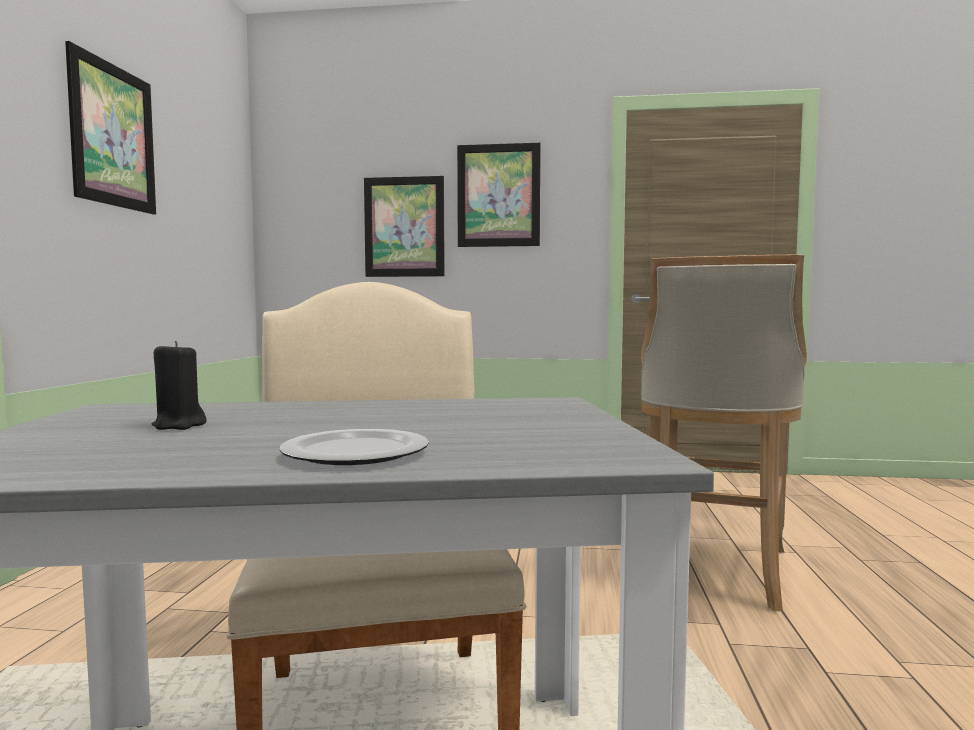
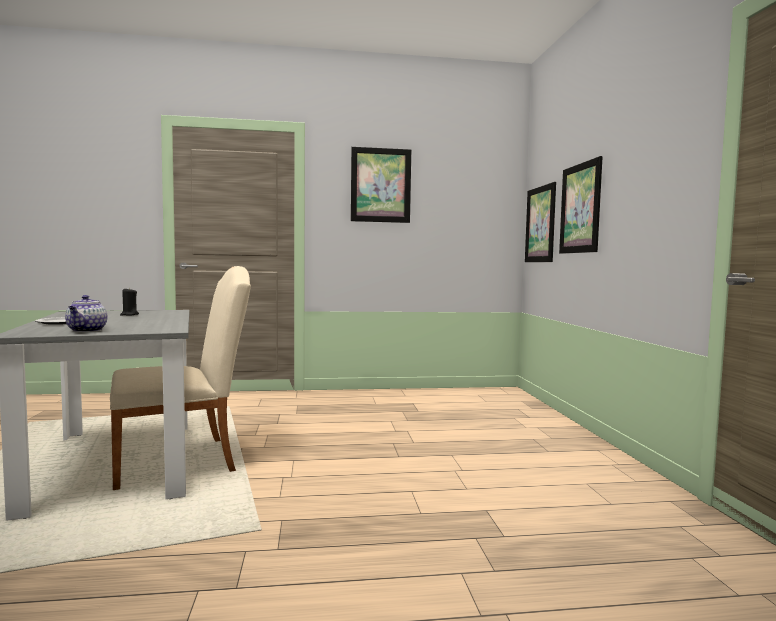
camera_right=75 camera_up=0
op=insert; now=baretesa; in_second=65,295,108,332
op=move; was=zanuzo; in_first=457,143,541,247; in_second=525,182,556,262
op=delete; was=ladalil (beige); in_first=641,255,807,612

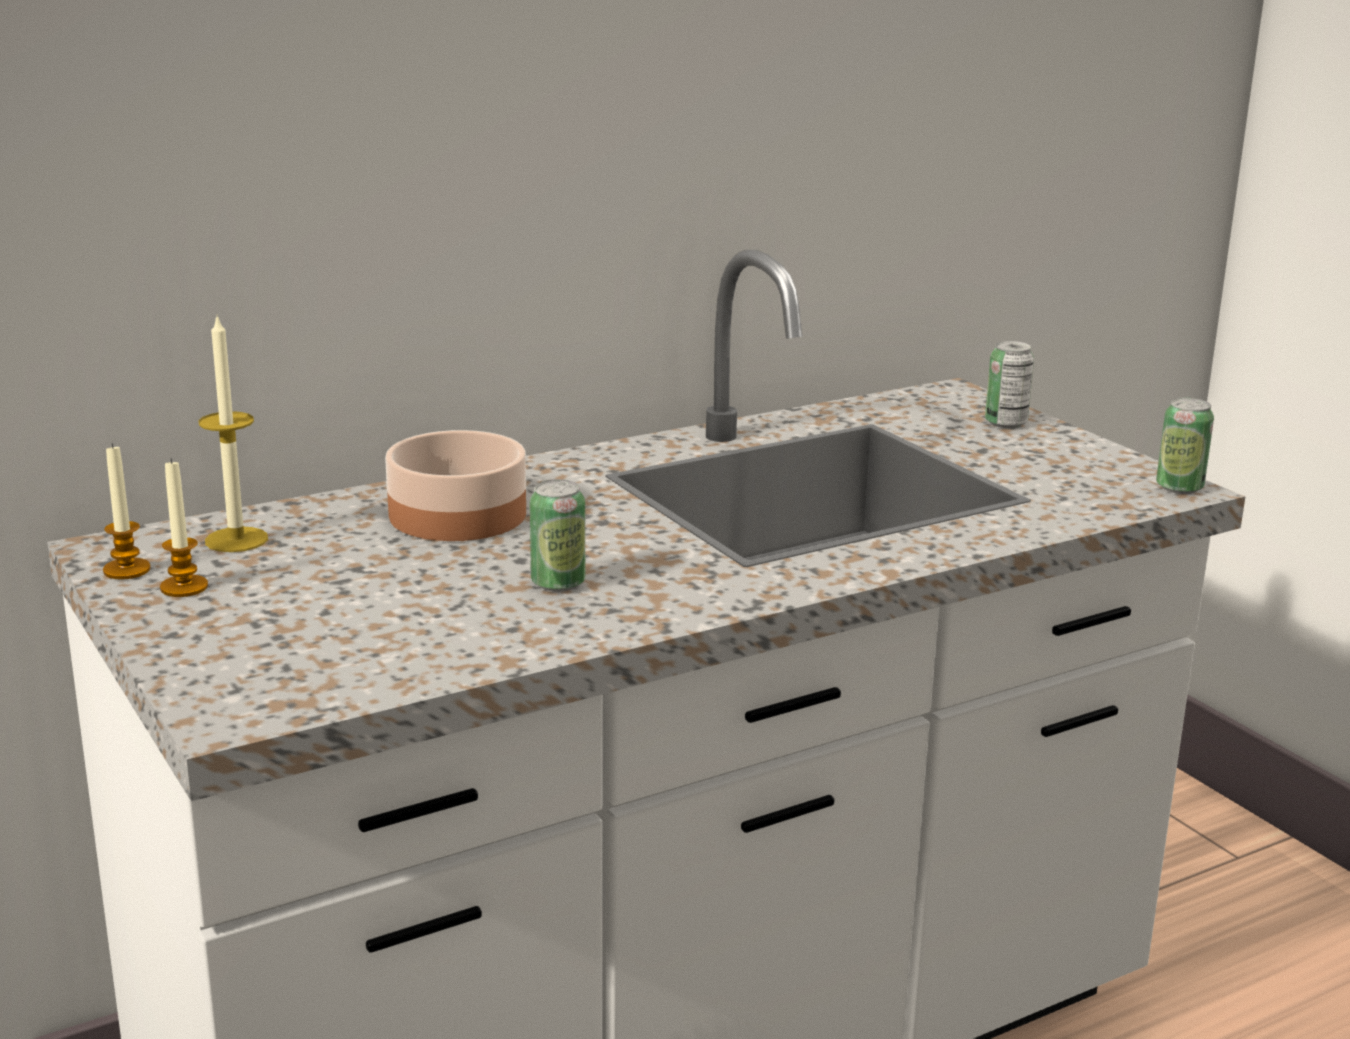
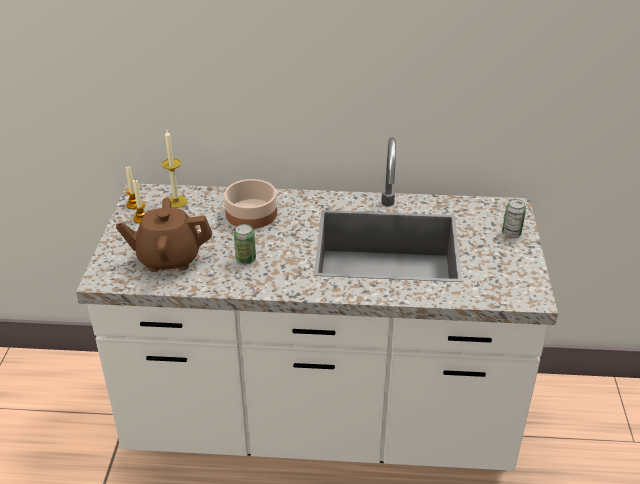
camera_right=35 camera_up=15
op=insert; now=baretesa (brown); in_second=116,198,212,272
op=delete; was=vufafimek; in_first=1156,398,1214,494

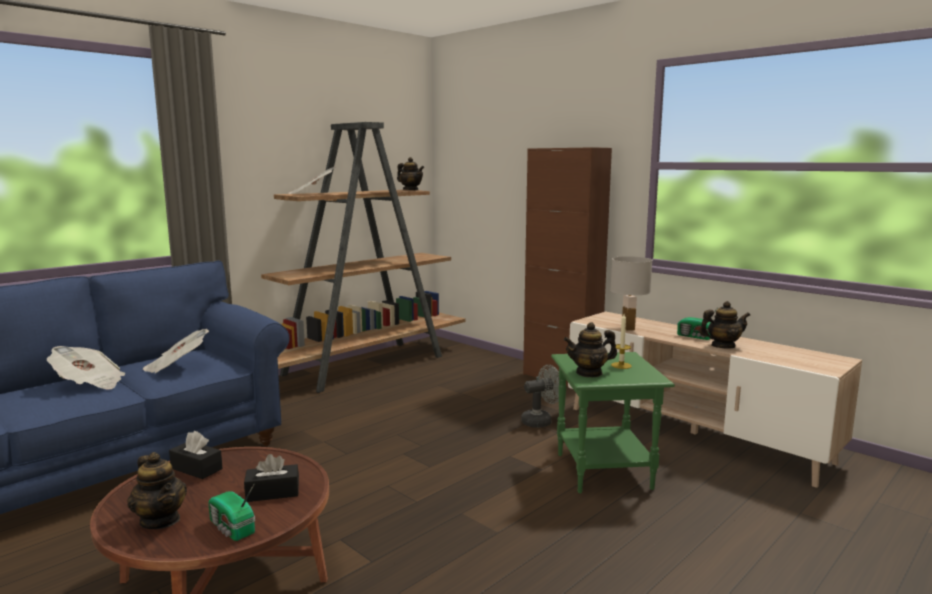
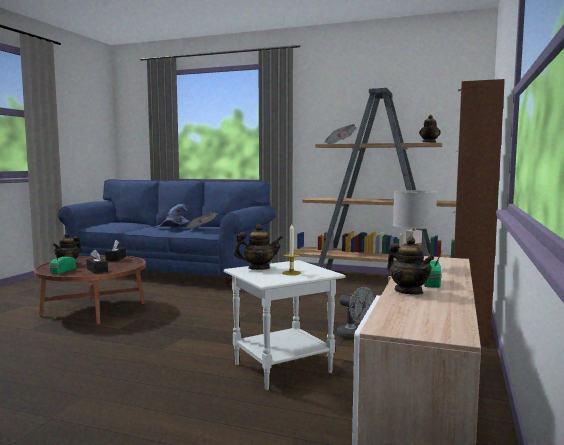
camera_right=65 camera_up=-5
op=replace; was=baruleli; now=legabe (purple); in_first=47,346,125,389; in_second=153,204,190,228
op=recolor; was=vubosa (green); now=vubosa (white); in_first=551,352,675,493; in_second=223,260,346,390
op=rotate; was=baretesa; in_first=564,322,617,377; in_second=234,224,283,270; clockwise=120

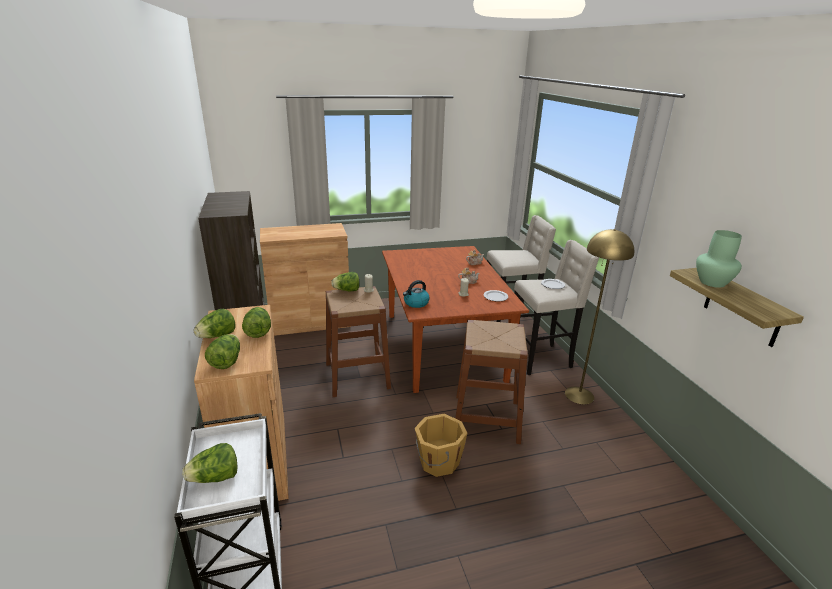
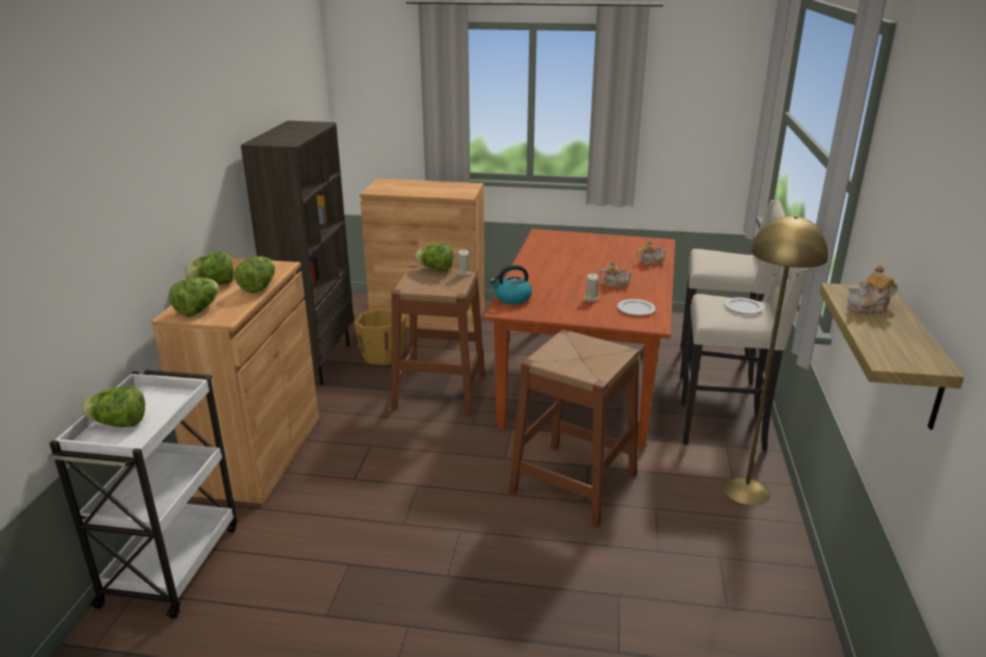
camera_right=25 camera_up=0
op=move; was=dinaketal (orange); in_first=415,414,467,477; in_second=354,309,406,365
op=replace; was=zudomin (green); now=baretesa; in_first=696,230,742,288; in_second=847,265,898,314

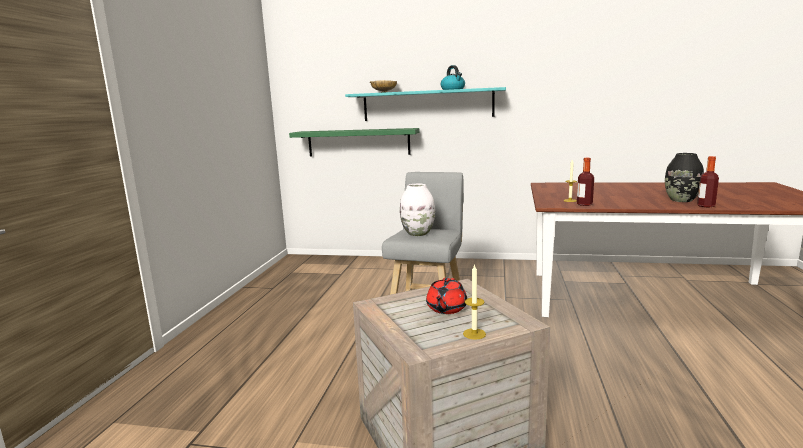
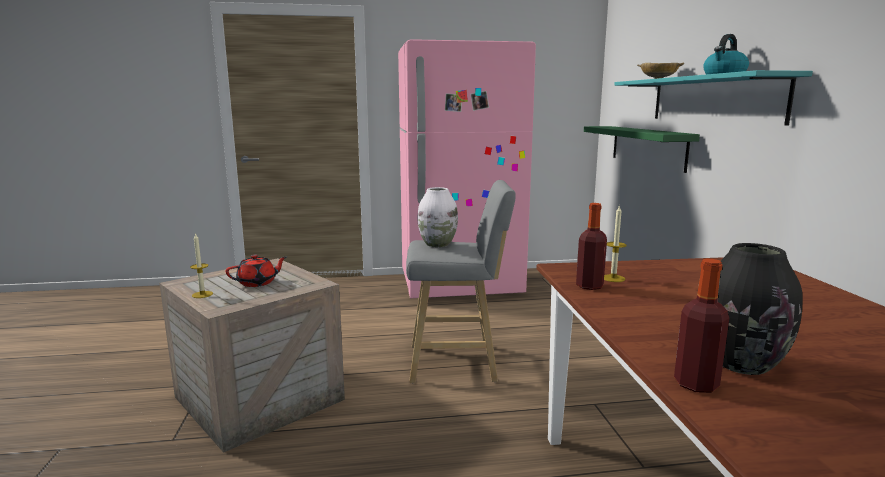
camera_right=70 camera_up=0
op=rotate; was=baretesa (red); in_first=426,278,467,314; in_second=226,255,286,287; clockwise=150
op=insert; now=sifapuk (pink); in_second=398,39,536,298

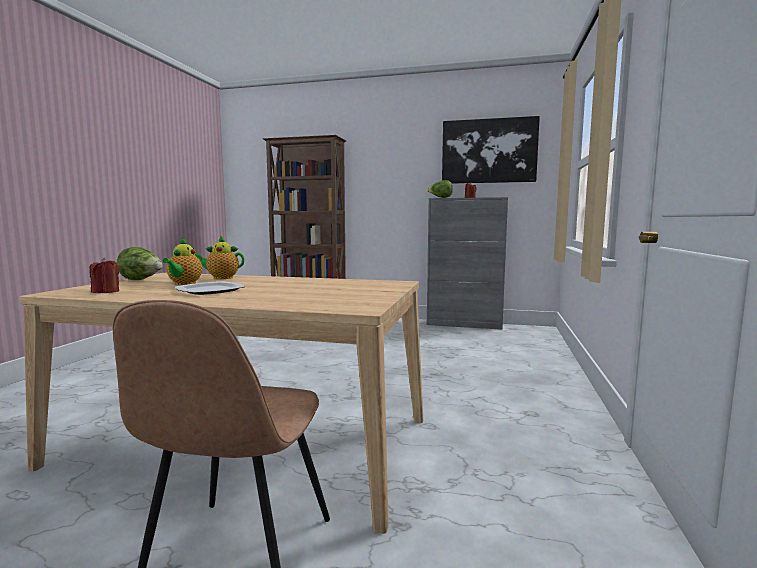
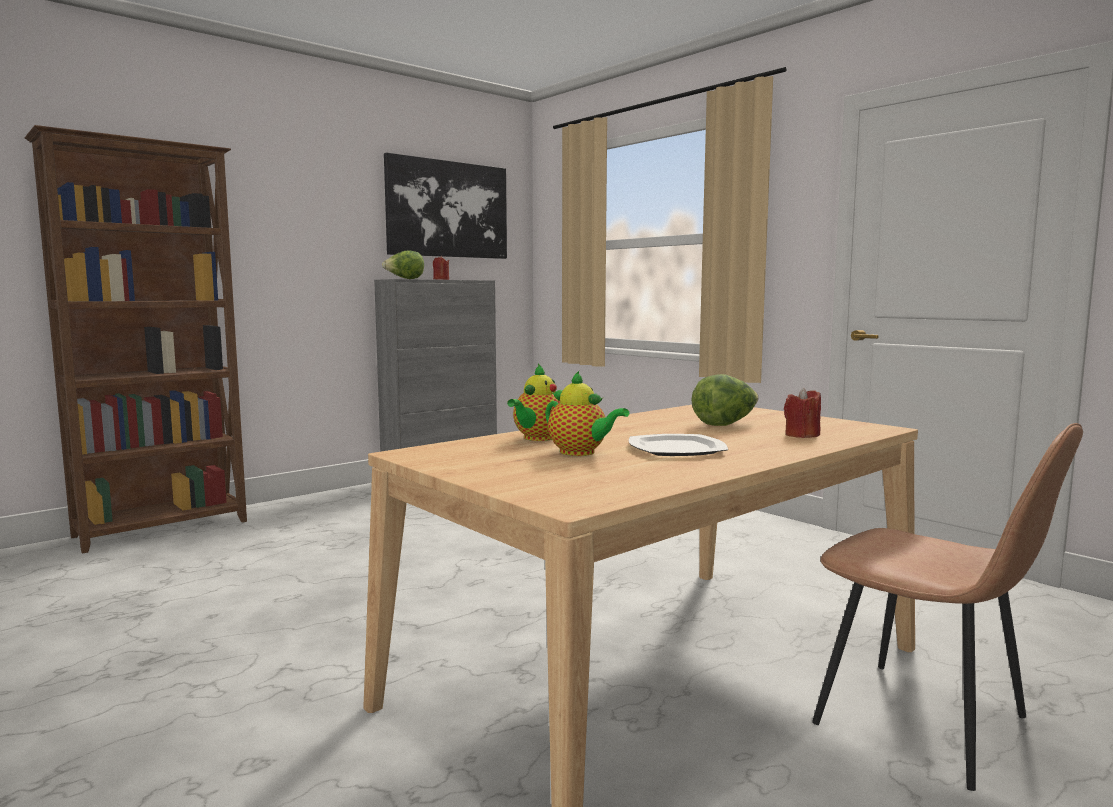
camera_right=-55 camera_up=0
op=move; was=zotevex; in_first=117,247,163,280; in_second=691,374,759,426
op=move; was=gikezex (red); in_first=89,258,119,293; in_second=784,388,821,438

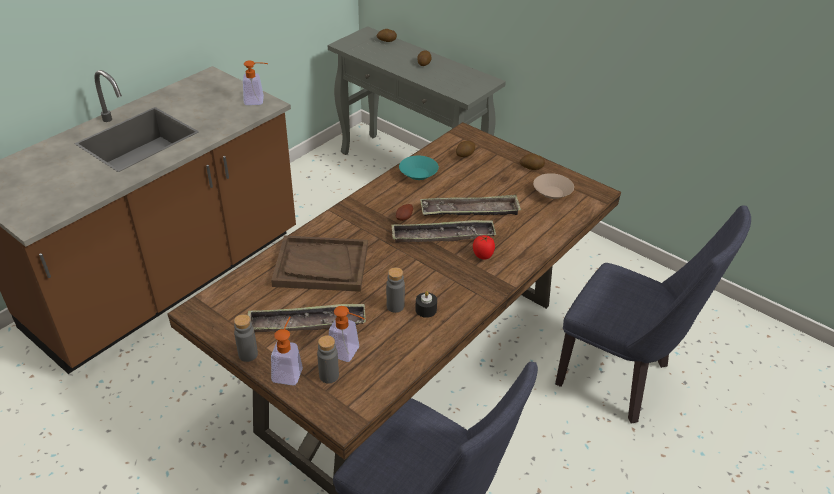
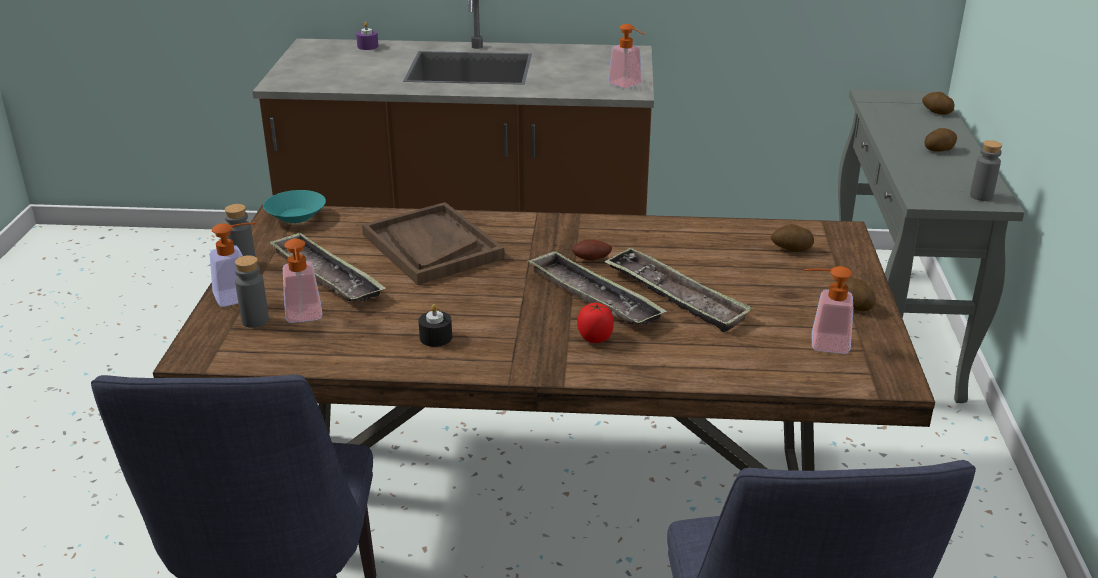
camera_right=55 camera_up=-10
op=move; was=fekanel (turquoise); in_first=399,156,439,180; in_second=263,190,326,223
op=insert; now=gikezex (purple); in_second=356,22,378,50
op=replace; was=fekanel (beige); now=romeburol; in_first=533,173,574,199; in_second=804,266,853,354
op=move; was=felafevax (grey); in_first=386,267,405,313; in_second=970,140,1002,201

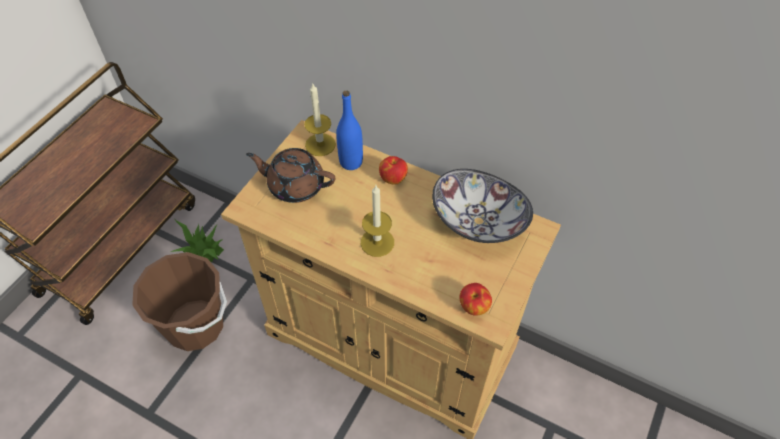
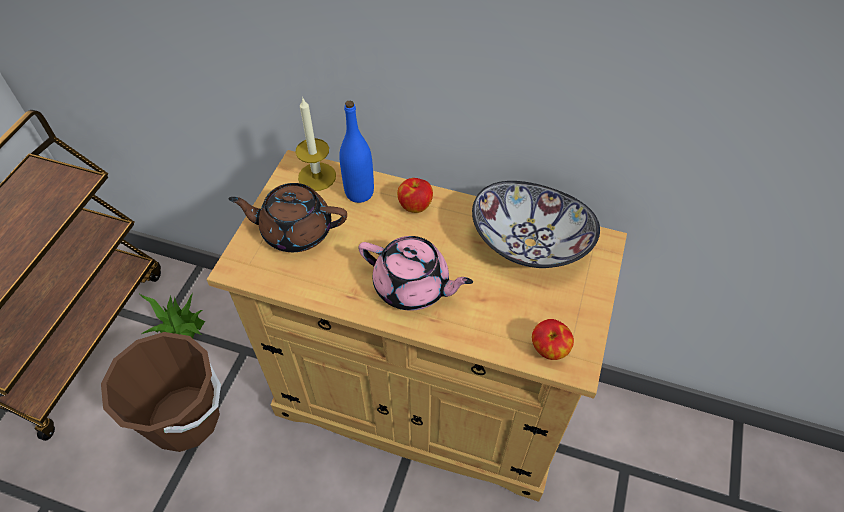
camera_right=-10 camera_up=0
op=replace; was=gikezex; now=baretesa (pink); in_first=361,185,394,257; in_second=358,236,473,311

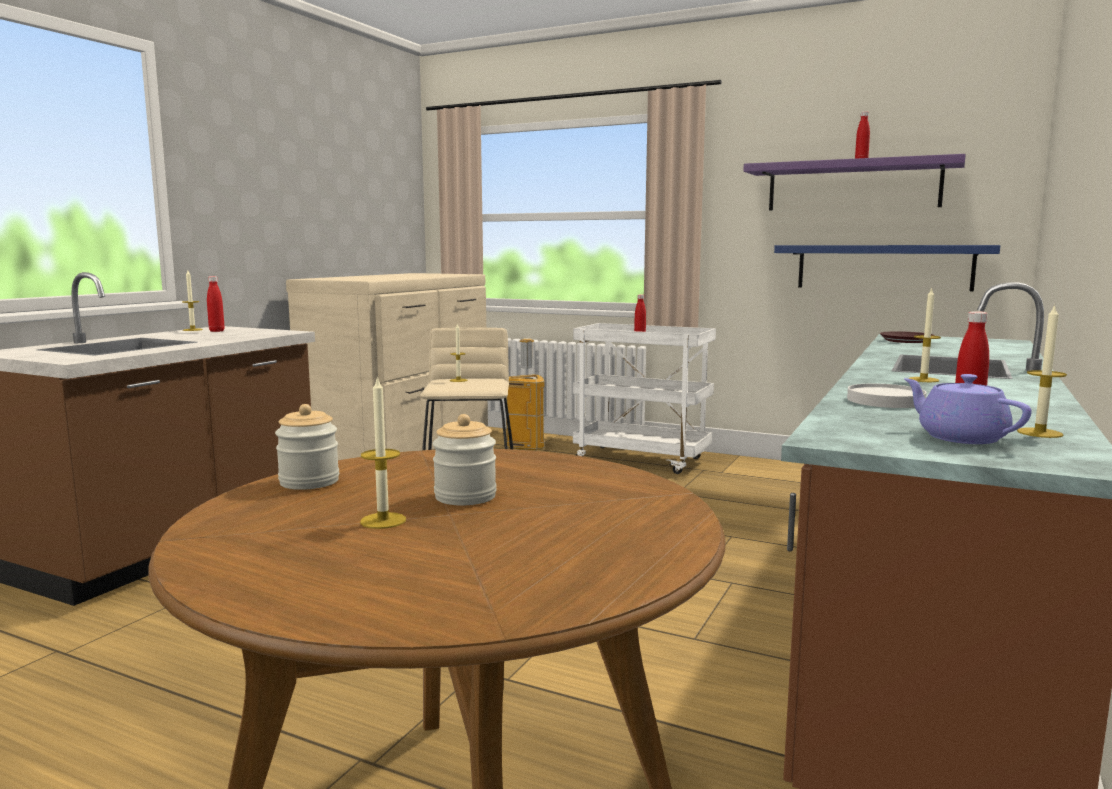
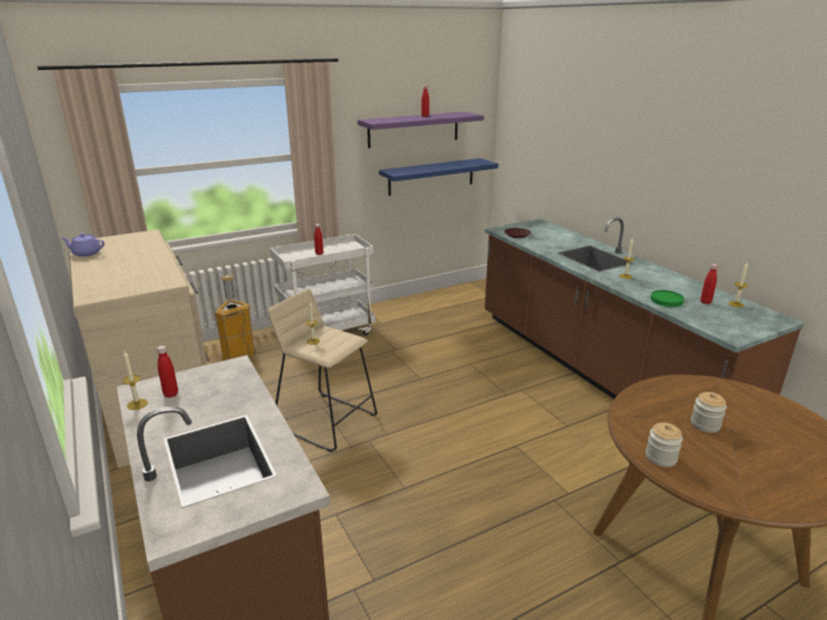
camera_right=-55 camera_up=15
op=move; was=baretesa (purple); in_first=904,374,1031,444; in_second=61,233,104,257
op=recolor; was=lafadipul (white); now=lafadipul (green); in_first=847,383,927,408; in_second=650,290,684,307
op=delete; was=gikezex; in_first=360,376,406,529

